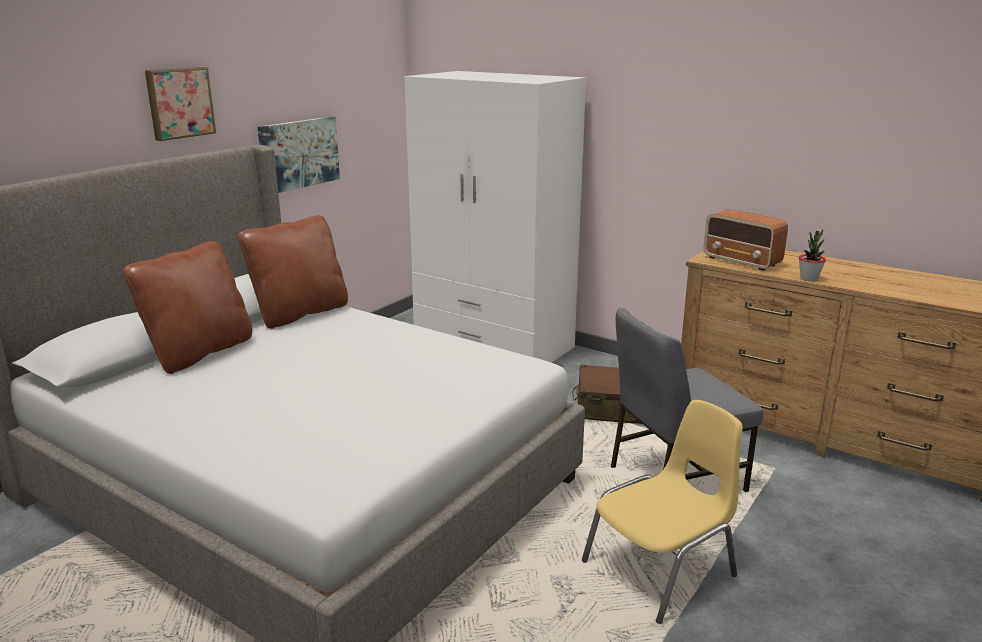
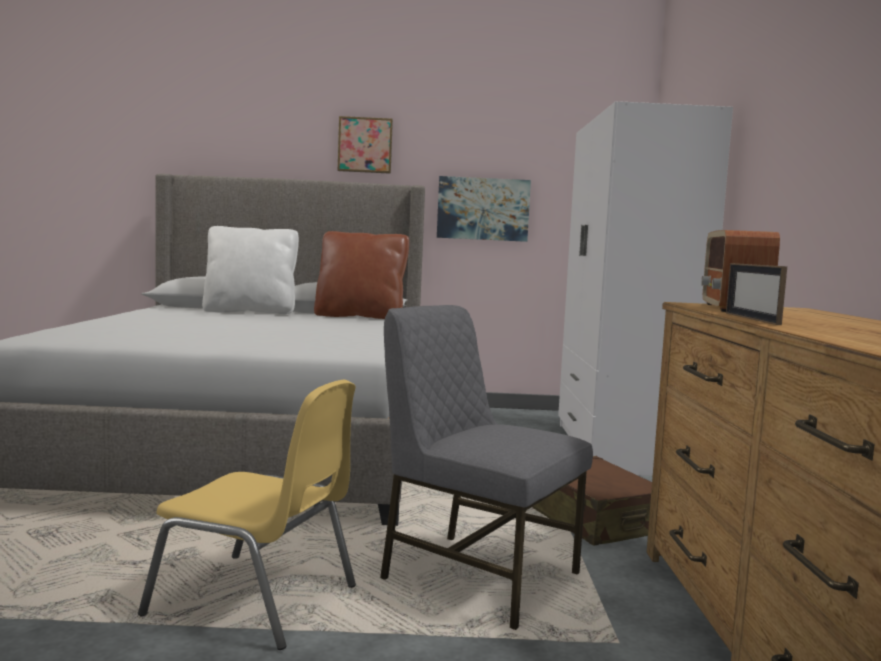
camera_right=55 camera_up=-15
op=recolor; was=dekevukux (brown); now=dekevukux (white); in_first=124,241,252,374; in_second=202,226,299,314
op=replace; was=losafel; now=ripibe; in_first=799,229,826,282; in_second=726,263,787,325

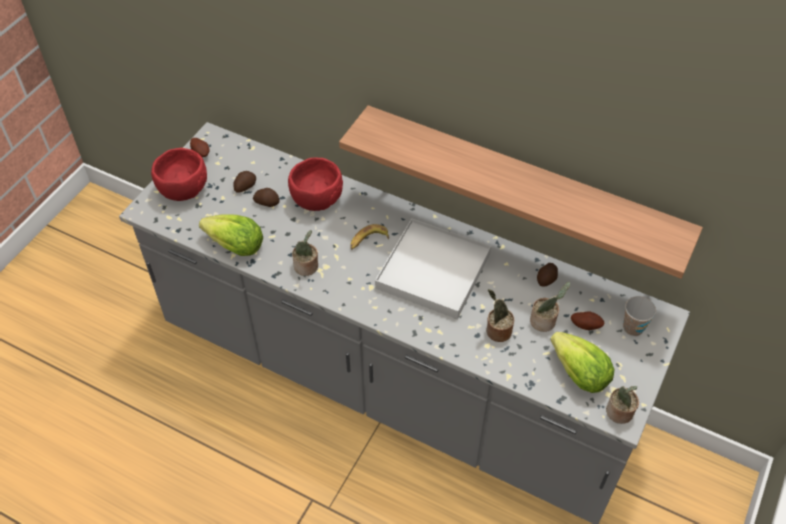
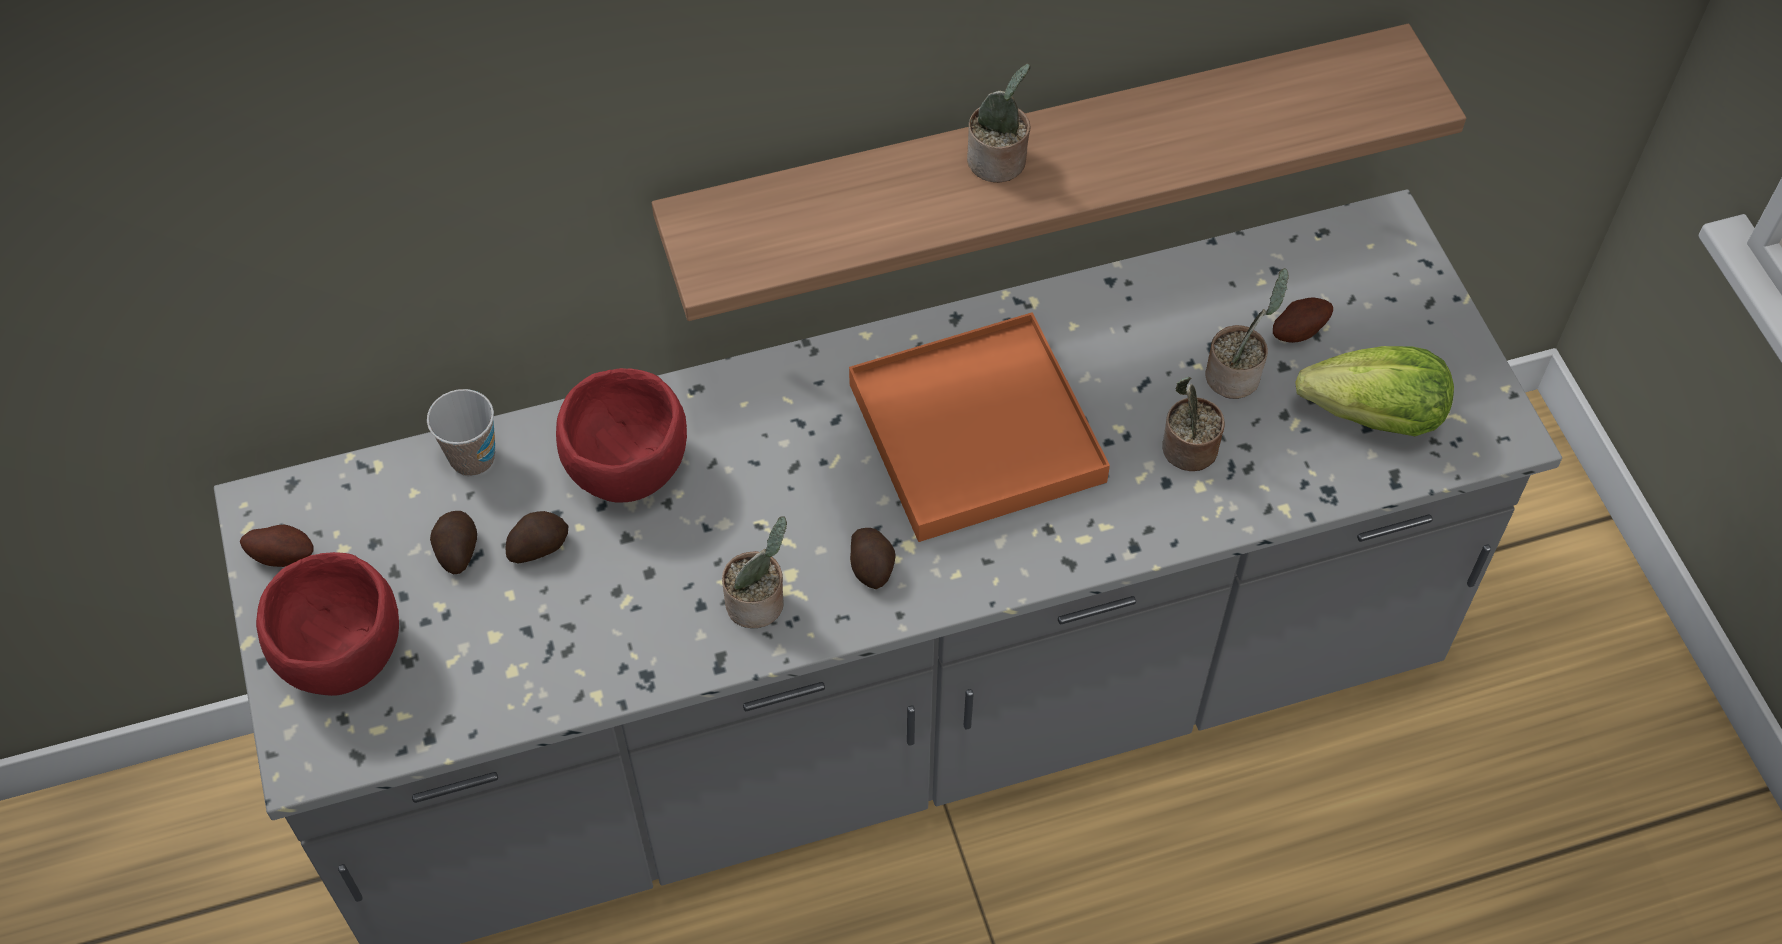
camera_right=-45 camera_up=5
op=move; was=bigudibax; in_first=623,296,656,336; in_second=427,389,495,476
op=recolor; was=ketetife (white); now=ketetife (orange); in_first=375,218,491,319; in_second=849,312,1110,542
op=move; was=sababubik; in_first=537,263,558,287; in_second=850,528,896,589
op=move; was=losafel; in_first=606,386,639,424; in_second=967,63,1031,182
op=delete; was=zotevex; in_first=199,214,263,256
op=delete; was=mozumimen; in_first=350,224,389,250

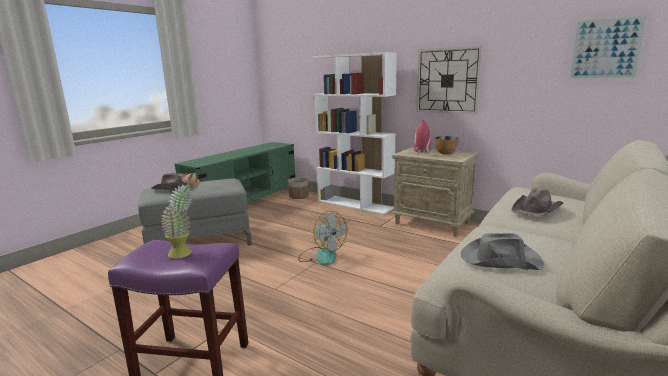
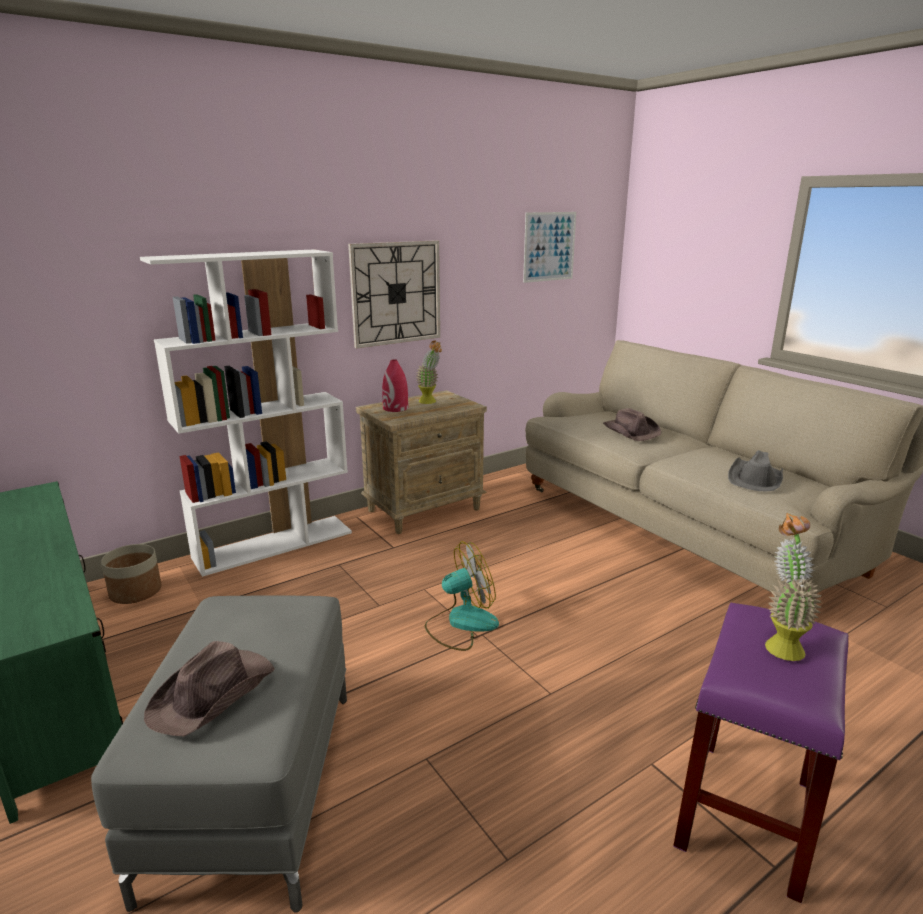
camera_right=-70 camera_up=5
op=replace; was=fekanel; now=losafel; in_first=435,136,458,155; in_second=416,341,442,404

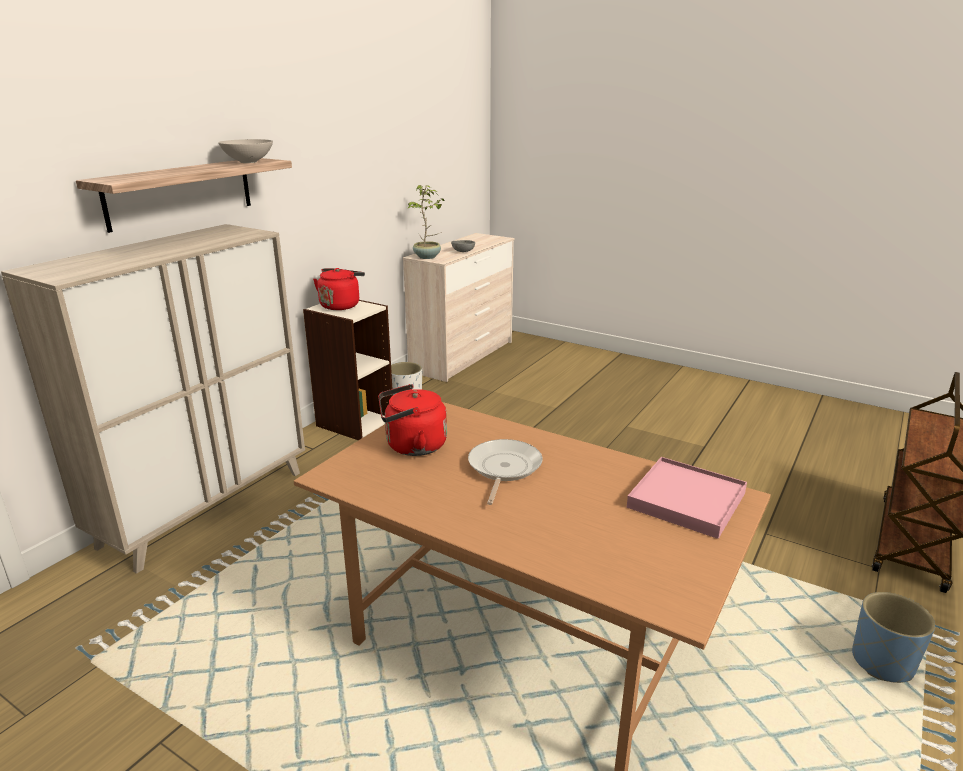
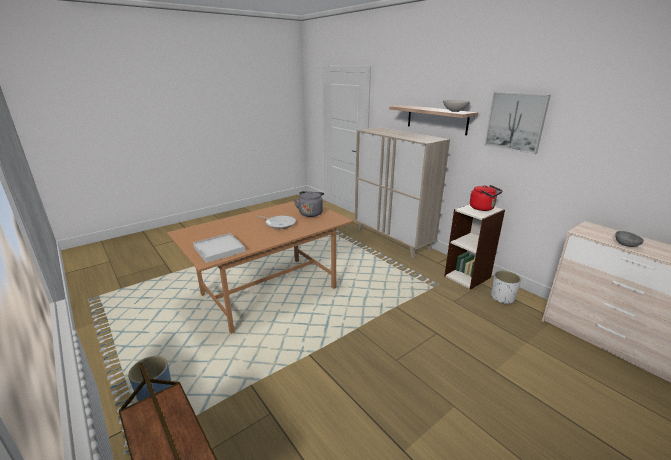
camera_right=110 camera_up=0
op=recolor; was=ketetife (pink); now=ketetife (white); in_first=627,457,747,539; in_second=193,233,245,263
op=recolor; was=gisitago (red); now=gisitago (grey); in_first=378,384,447,456; in_second=293,191,324,217
op=insert; now=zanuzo; in_second=485,92,551,154
op=delete; was=losafel; in_first=408,185,444,259

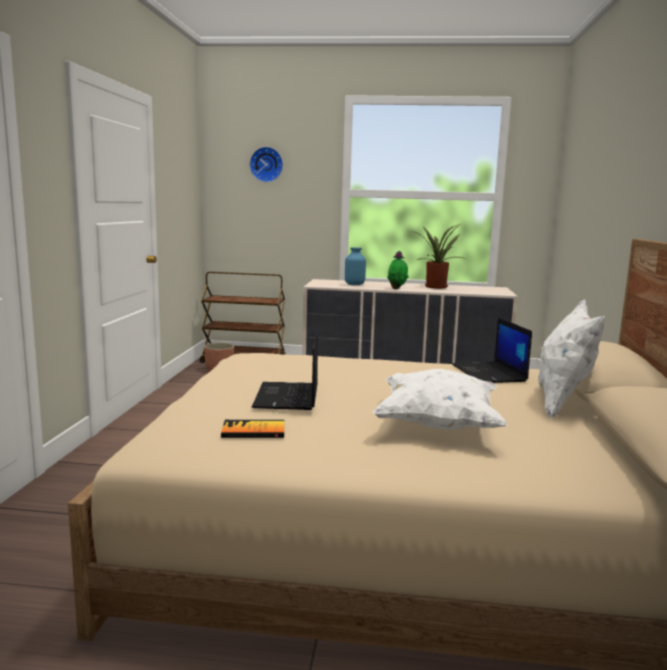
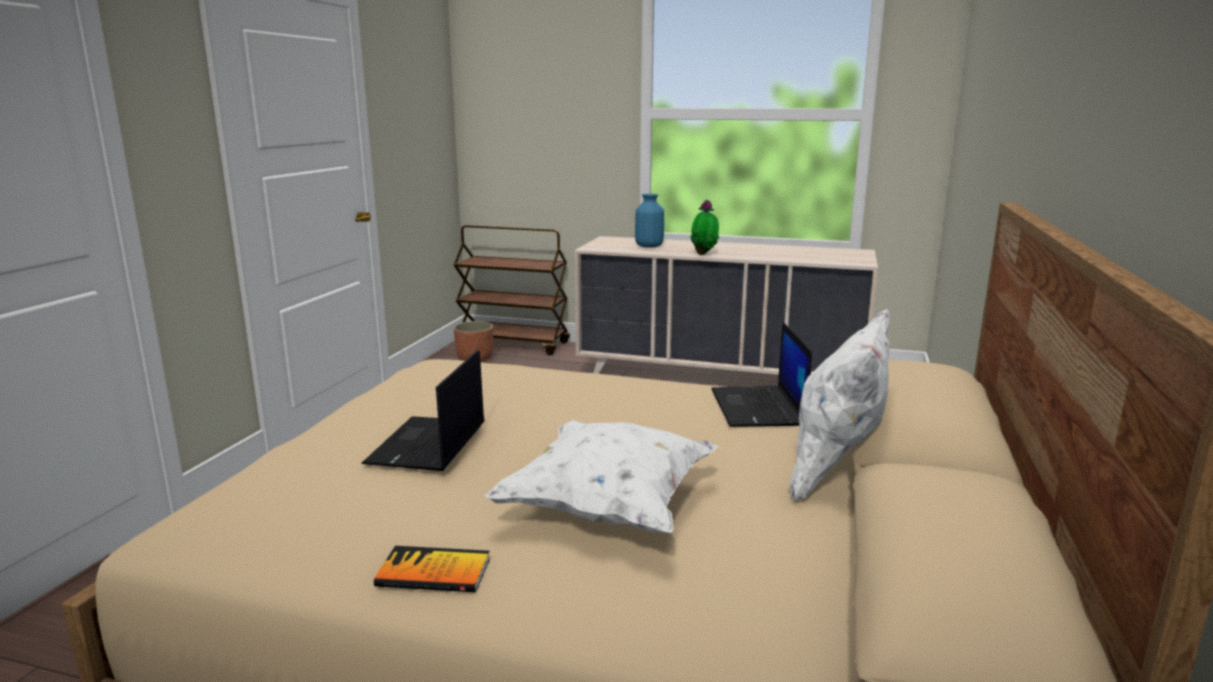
camera_right=10 camera_up=5
op=move; was=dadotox; in_first=221,420,284,438; in_second=374,546,490,592
op=delete; was=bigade; in_first=249,147,283,182
op=delete; was=losafel; in_first=412,224,465,289

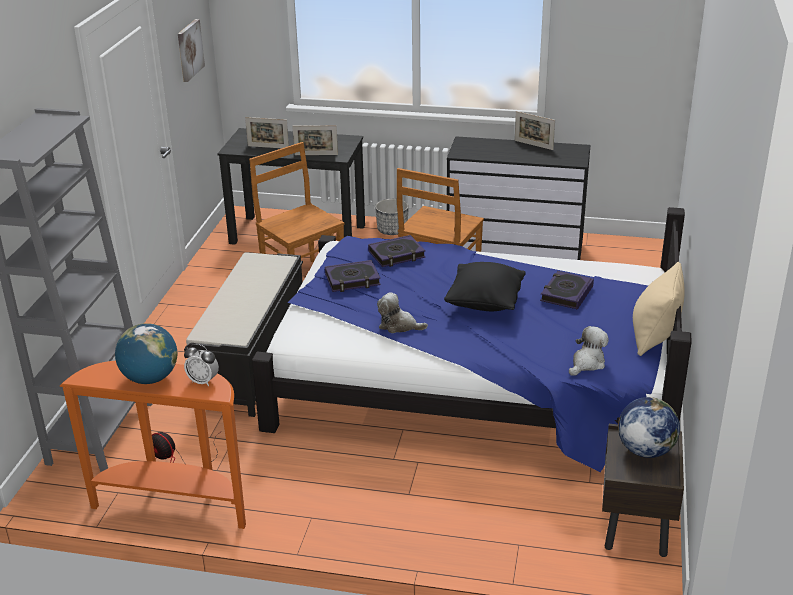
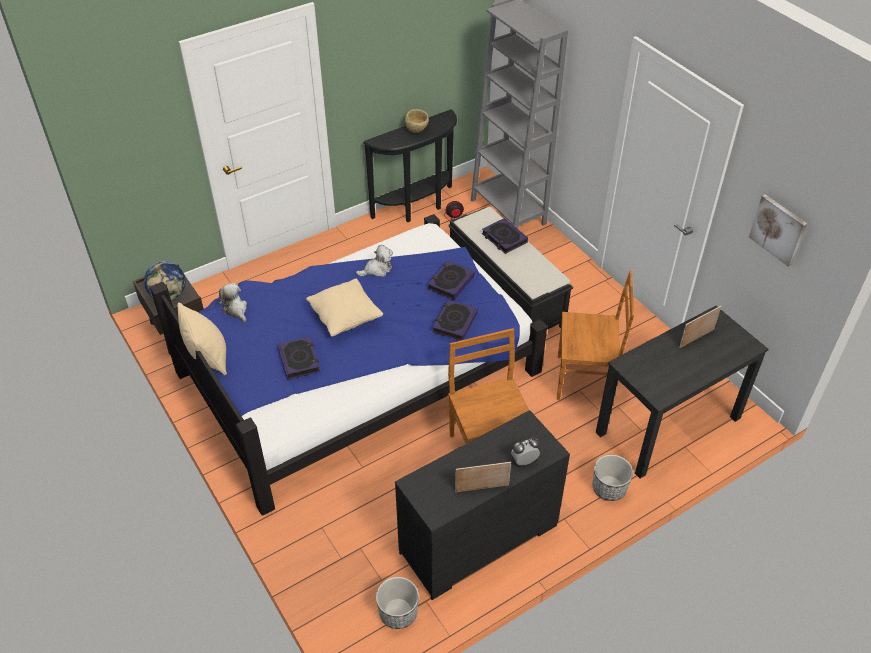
camera_right=135 camera_up=15
op=rotate; was=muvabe; in_first=569,326,609,376; in_second=219,283,247,322; clockwise=150
op=recolor; was=dekevukux (black); now=dekevukux (beige); in_first=444,262,526,311; in_second=306,279,383,336
op=recolor; was=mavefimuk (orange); now=mavefimuk (black); in_first=60,361,246,529; in_second=363,109,457,222
op=insert; now=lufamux; in_second=376,577,419,629
op=replace; was=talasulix; now=fekanel (beige); in_first=115,323,177,384; in_second=405,109,429,133
op=insert; now=dadotox; in_second=482,218,528,254
op=move; was=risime; in_first=184,344,219,386; in_second=511,437,540,466
op=delete; was=ripibe; in_first=292,125,338,155

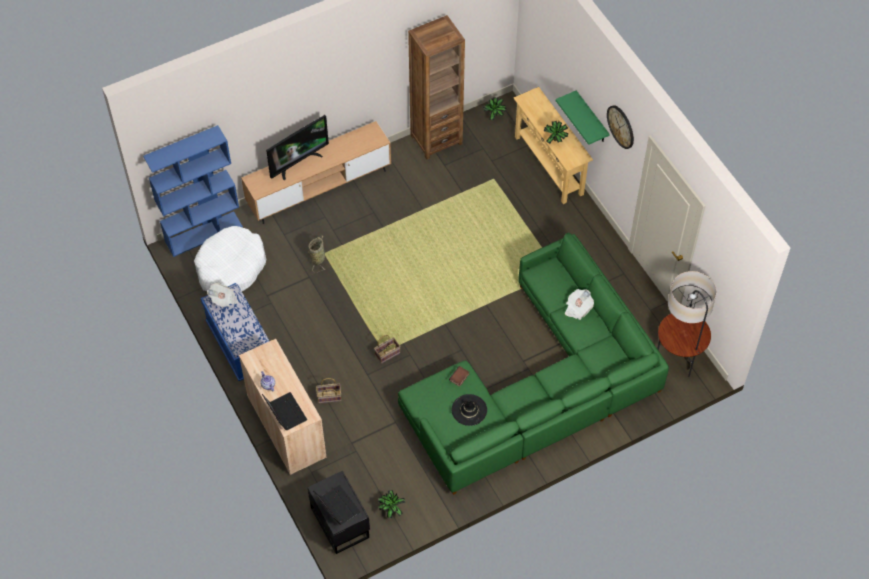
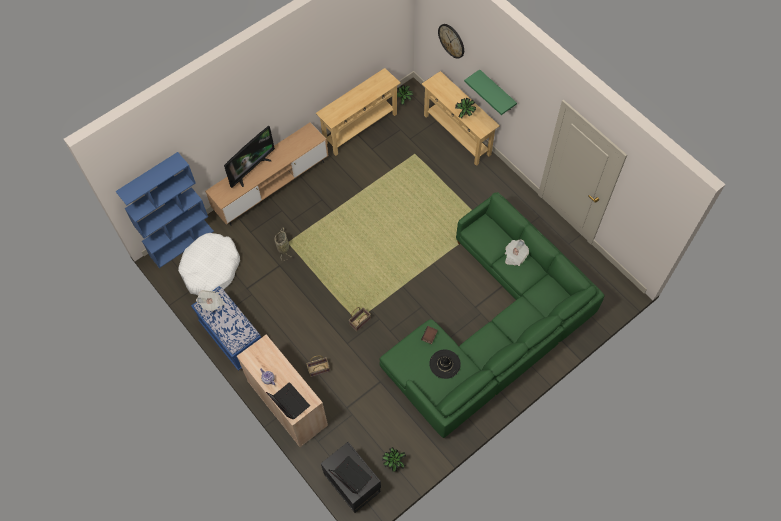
camera_right=-10 camera_up=5
op=replace; was=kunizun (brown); now=mavefimuk (beige); in_first=408,15,465,159; in_second=316,68,400,156
op=move; was=bigade; in_first=607,105,634,149; in_second=438,24,464,59
op=delete; was=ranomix; in_first=657,271,717,377

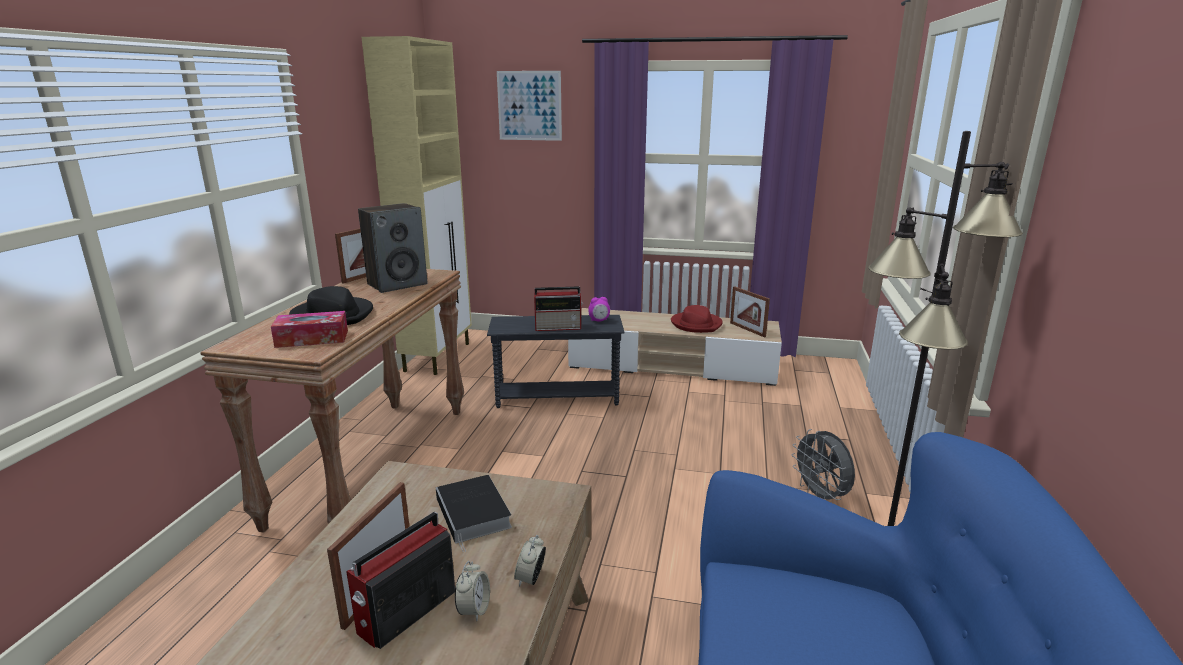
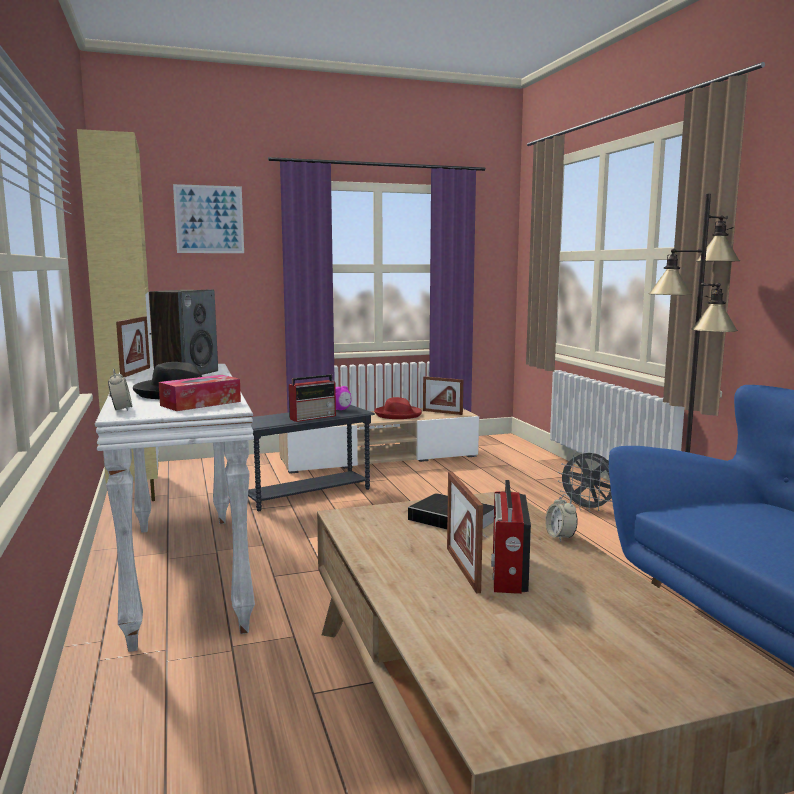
camera_right=-30 camera_up=-10
op=recolor; was=mavefimuk (brown); now=mavefimuk (white); in_first=200,269,464,533; in_second=95,364,255,652
op=move; was=risime; in_first=455,561,490,621; in_second=108,369,132,411

